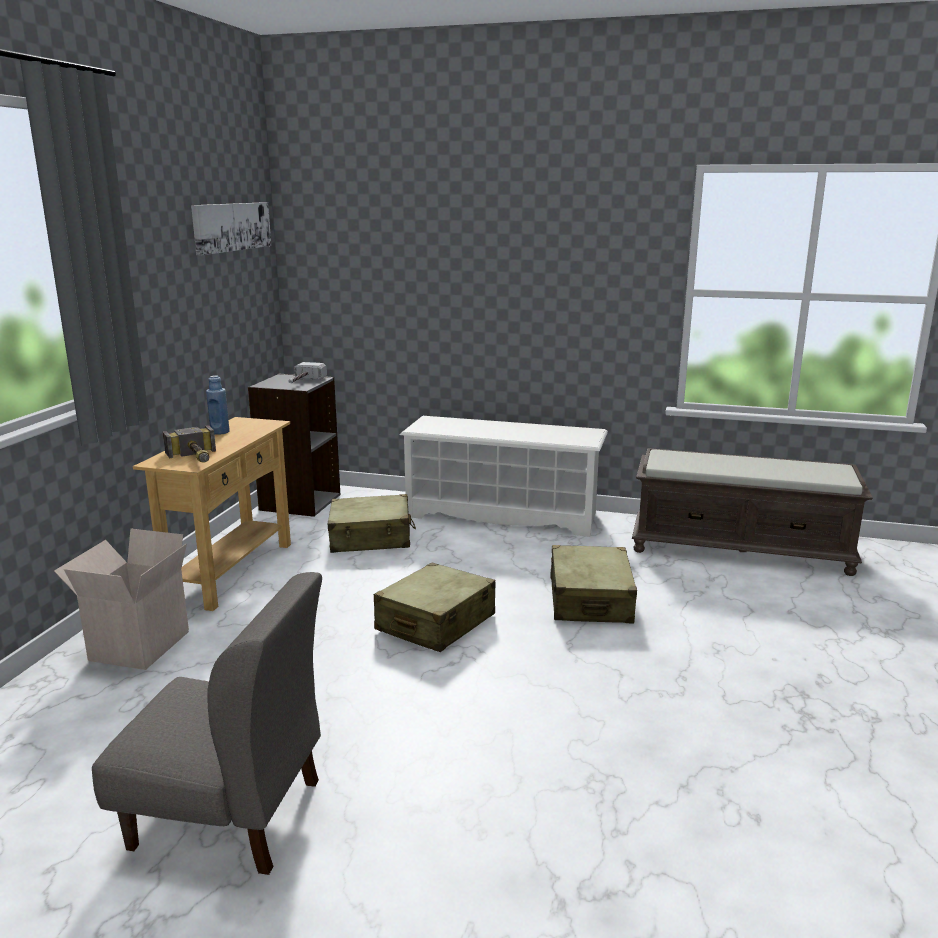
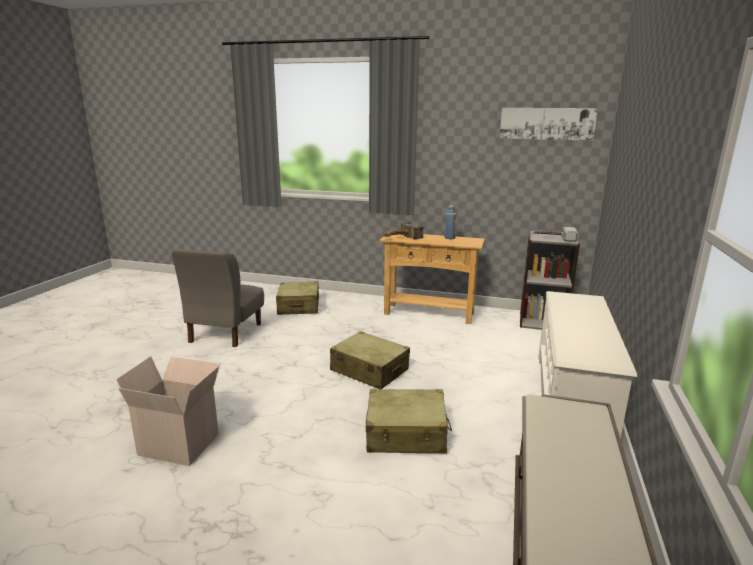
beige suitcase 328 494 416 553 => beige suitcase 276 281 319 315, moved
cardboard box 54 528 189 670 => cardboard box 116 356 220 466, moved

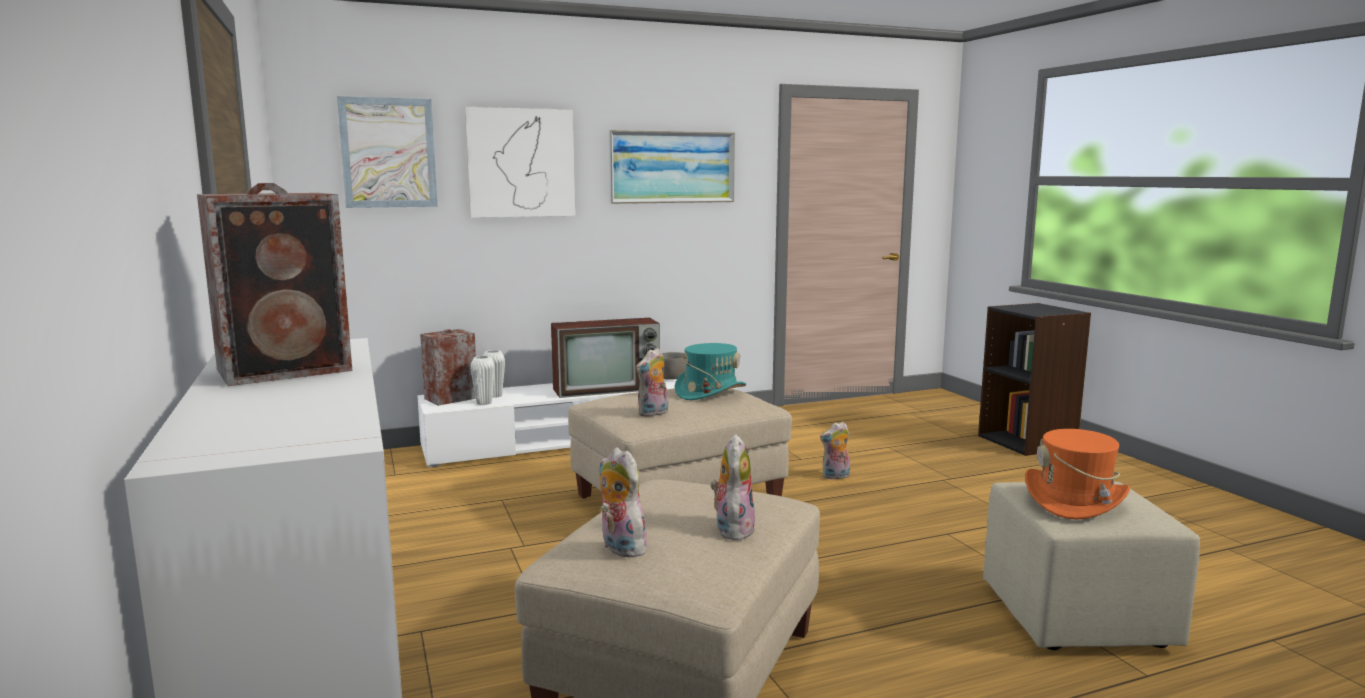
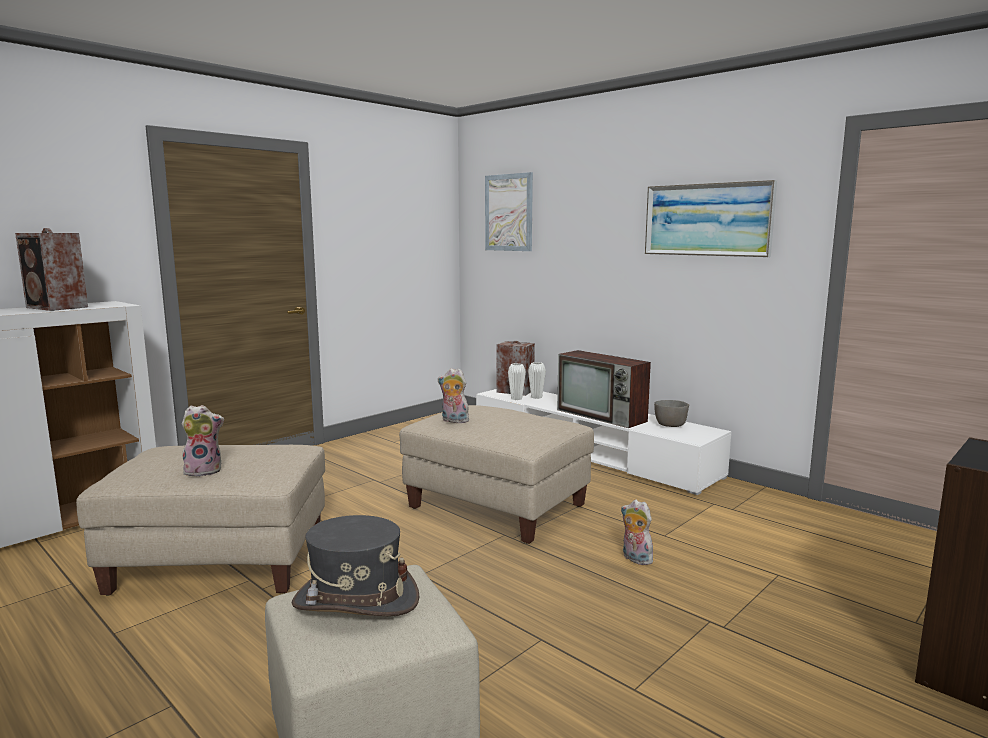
picture 464 107 576 218 => nothing
turquoise hat 675 343 746 400 => nothing
orange hat 1025 429 1130 520 => grey hat 292 515 420 616
plush toy 599 448 652 558 => nothing

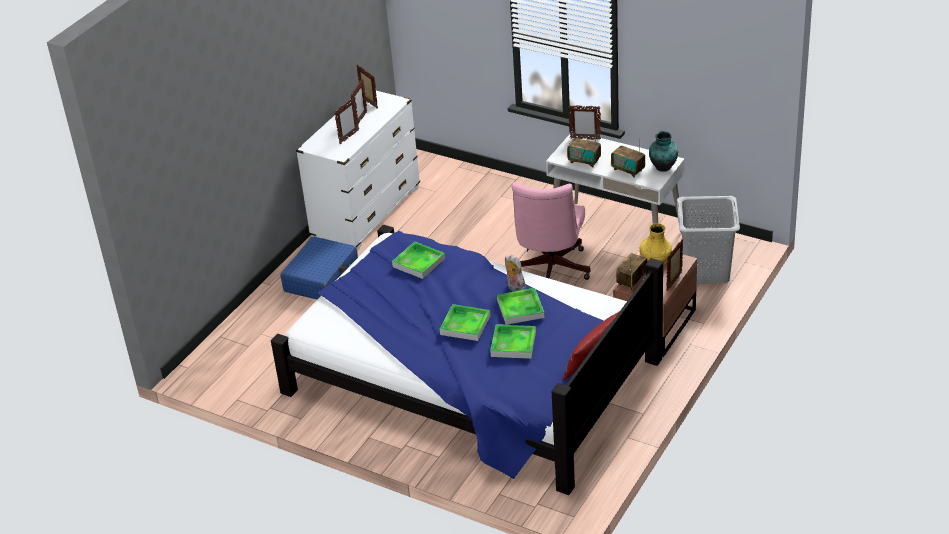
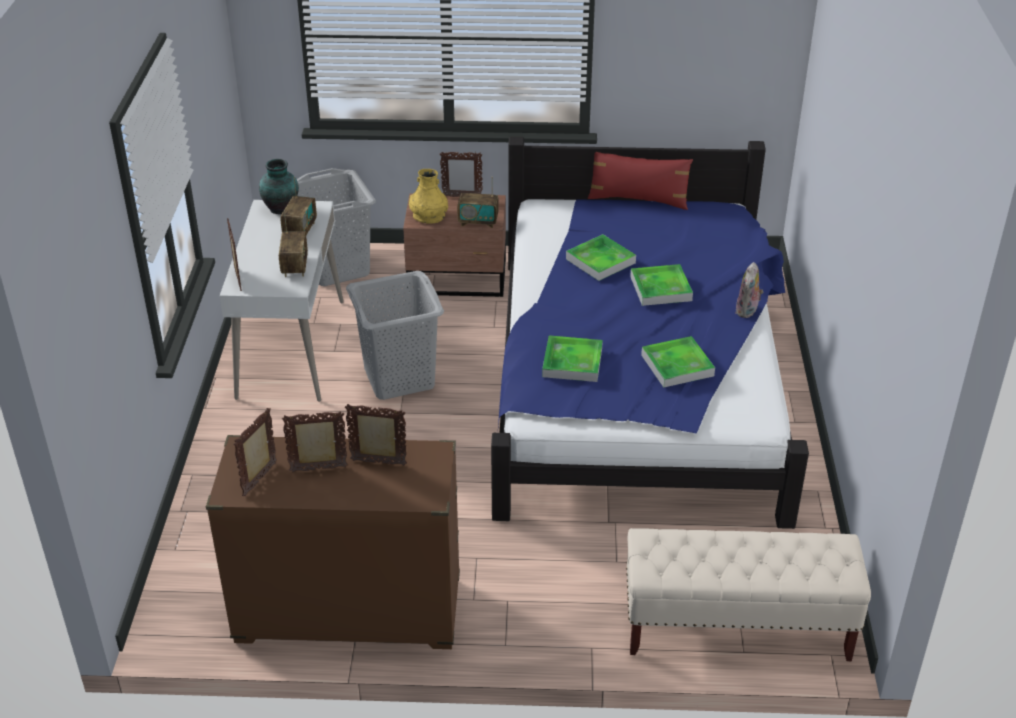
white dresser 296 91 420 250 => brown dresser 206 435 460 649
pink office chair 512 182 590 280 => grey laundry basket 346 271 444 400
blue suitcase 280 236 358 300 => nothing
plush toy 505 255 526 292 => plush toy 735 262 763 318, moved
tray 490 324 536 359 => tray 641 336 715 388, moved
nothing => beige bench 626 528 871 661

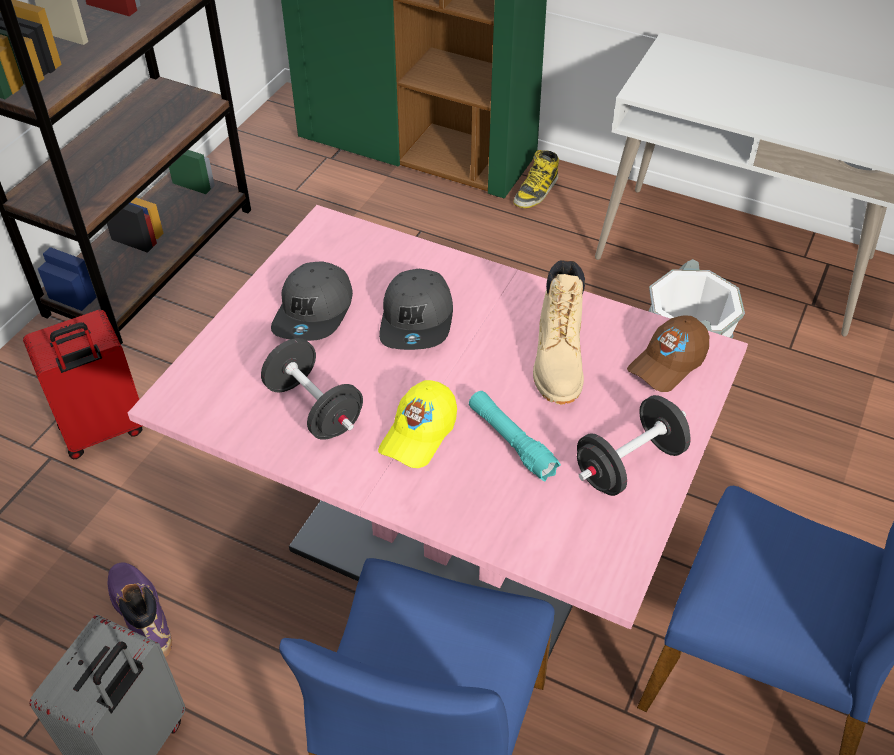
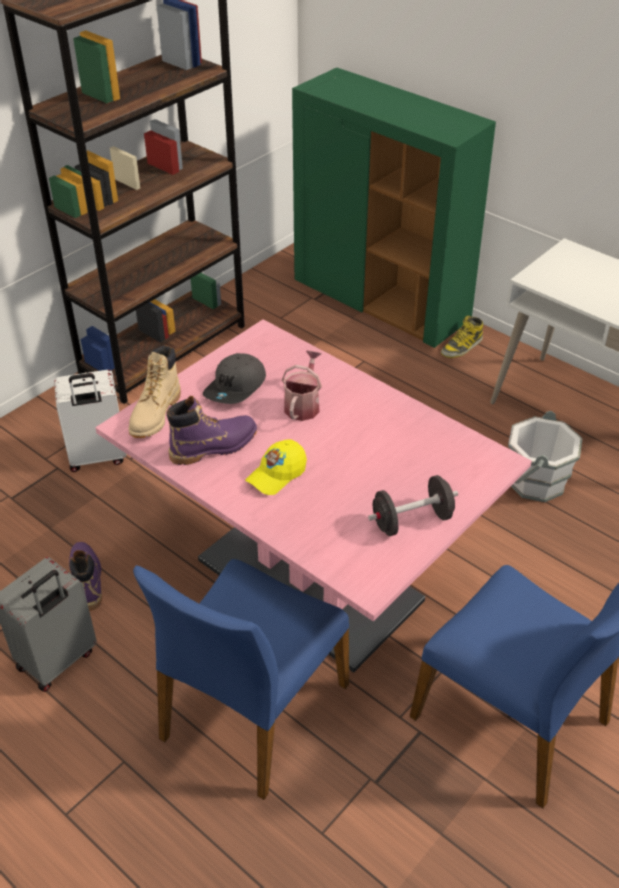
beige boot 533 260 585 404 => beige boot 129 345 181 438, moved
grey cap 379 269 453 350 => watering can 281 350 322 421
red suitcase 23 310 142 459 => white suitcase 54 370 126 472
brown cap 627 315 709 392 => nothing
black dumbbell 261 338 363 440 => purple boot 166 396 257 465
turquoise flashlight 469 391 561 481 => nothing

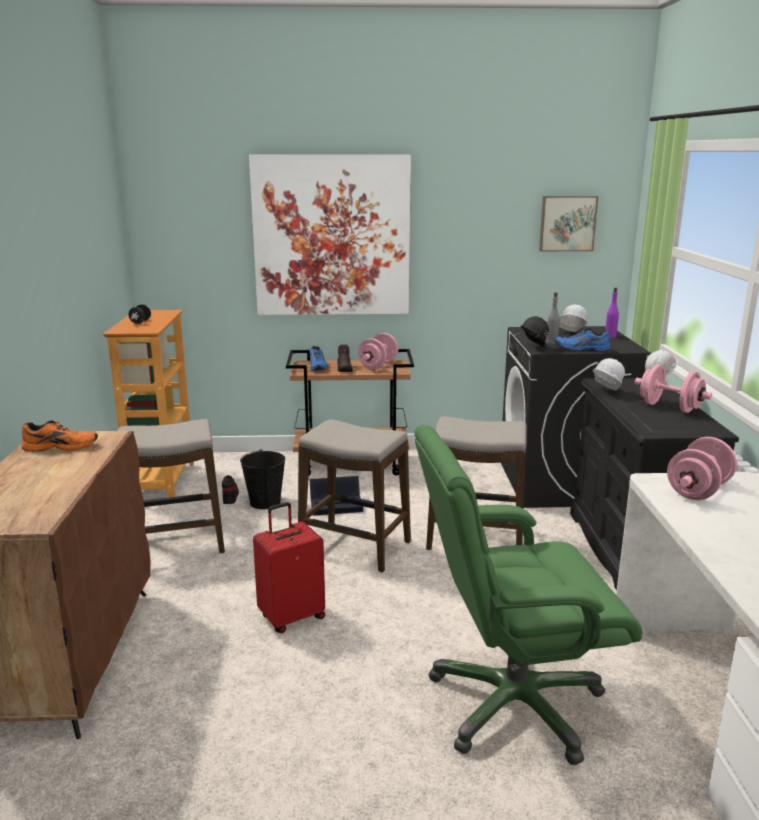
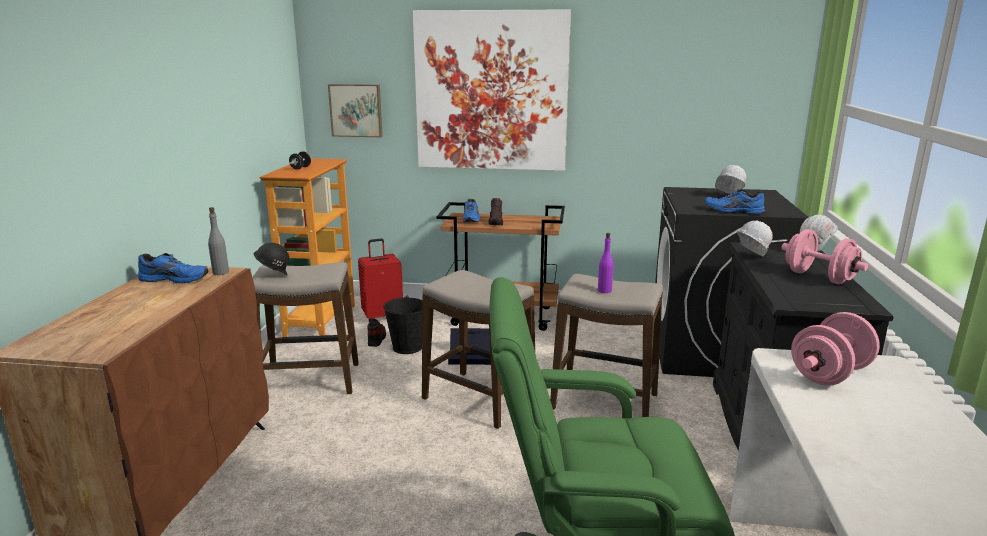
picture 539 196 598 251 => picture 328 84 383 137, moved
purple bottle 605 288 619 338 => purple bottle 598 233 613 293, moved
grey bottle 546 292 560 344 => grey bottle 208 207 229 275, moved
black hard hat 520 316 549 347 => black hard hat 254 243 289 276, moved
pink dumbbell 358 333 398 369 => nothing
orange shoe 21 420 98 451 => blue shoe 138 253 208 283
red suitcase 253 502 325 633 => red suitcase 358 239 403 322, moved

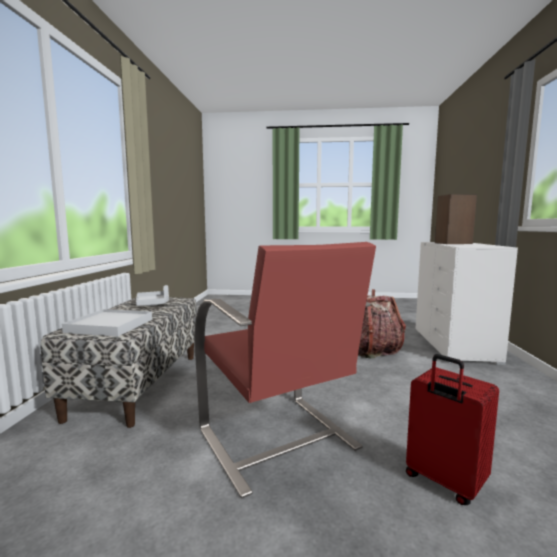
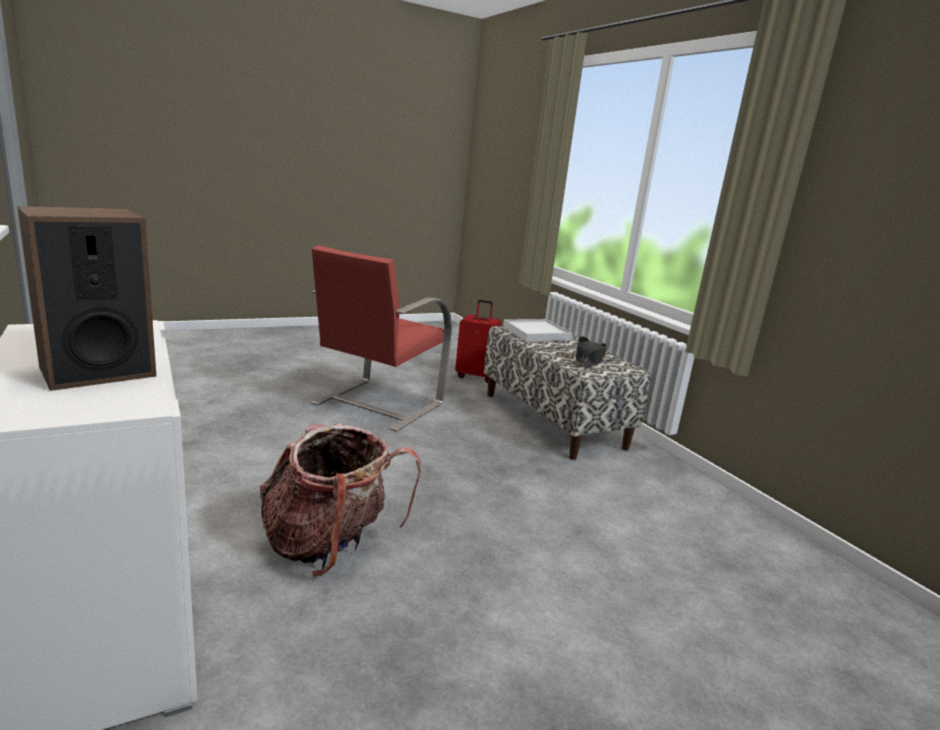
red armchair 194 242 376 498 => red armchair 312 245 452 431, 90 degrees counterclockwise
grey tray 136 285 169 306 => black hat 575 336 607 367
red suitcase 406 354 499 505 => red suitcase 455 300 501 383, moved

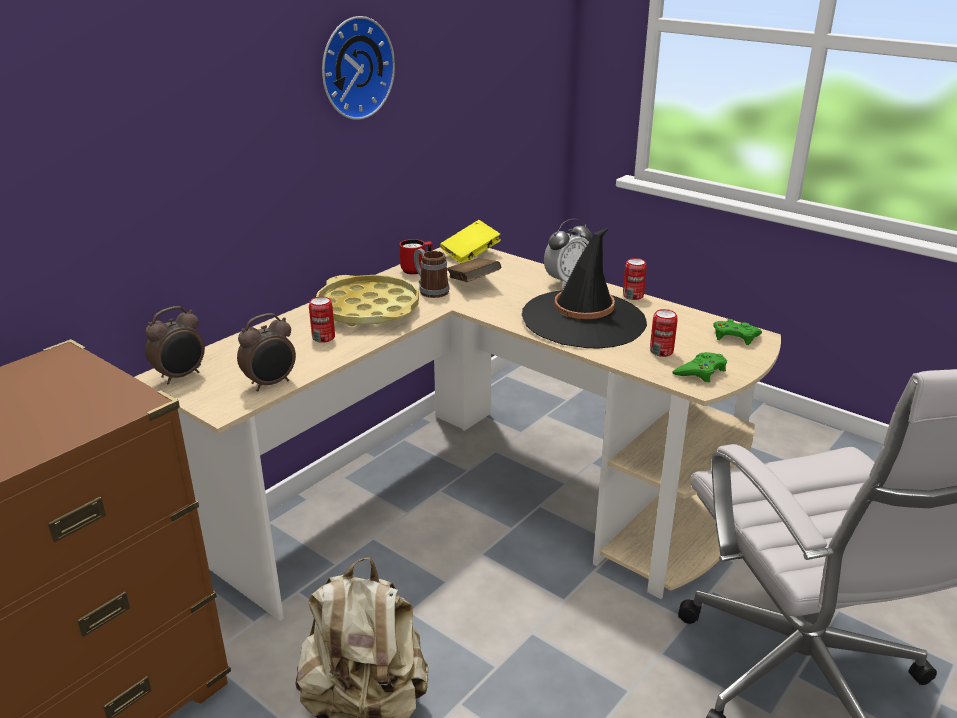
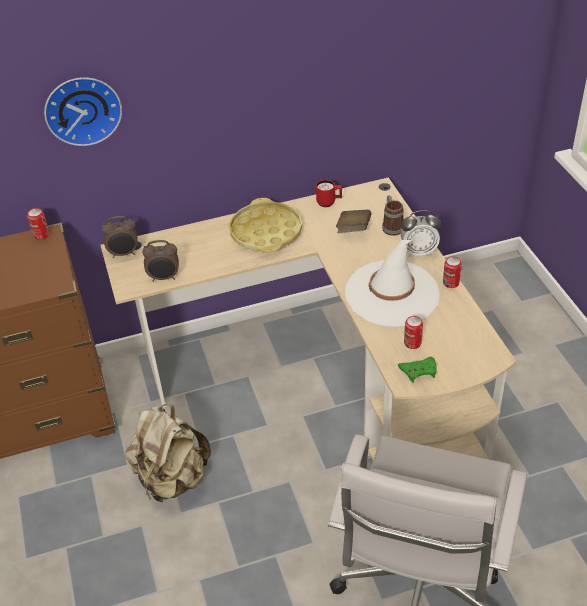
wall clock 322 16 395 120 => wall clock 44 77 122 146, moved
yellow book 440 220 501 263 => nothing
black hat 522 227 647 348 => white hat 345 240 439 327
mug 414 248 450 298 => mug 382 195 404 236, moved
can 309 297 335 343 => can 27 208 49 240, moved
green game controller 713 319 762 345 => nothing

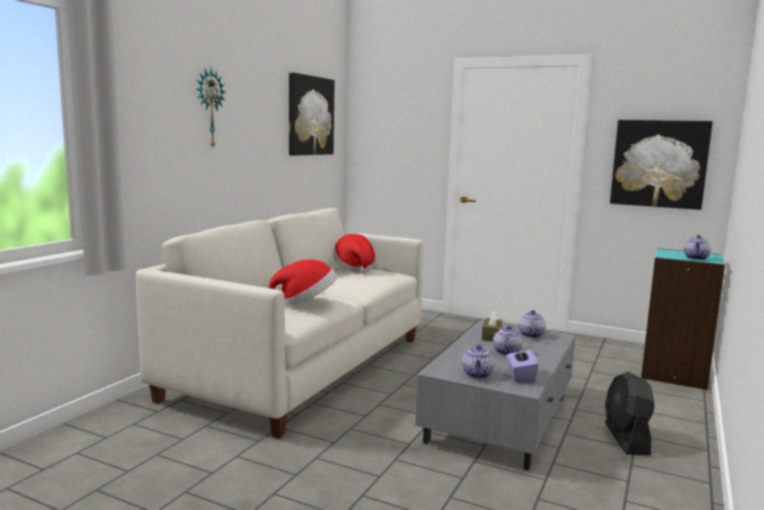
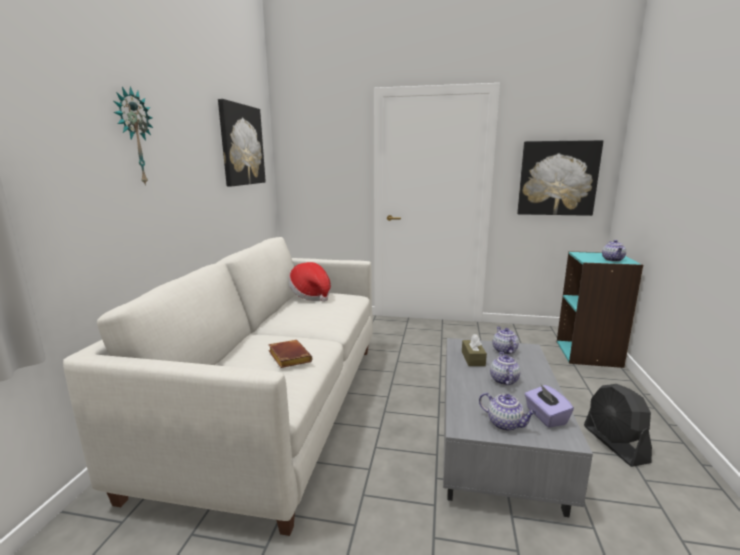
hat 269 259 337 306 => brown book 268 340 312 368
teapot 462 344 494 378 => teapot 479 392 536 431, 45 degrees counterclockwise

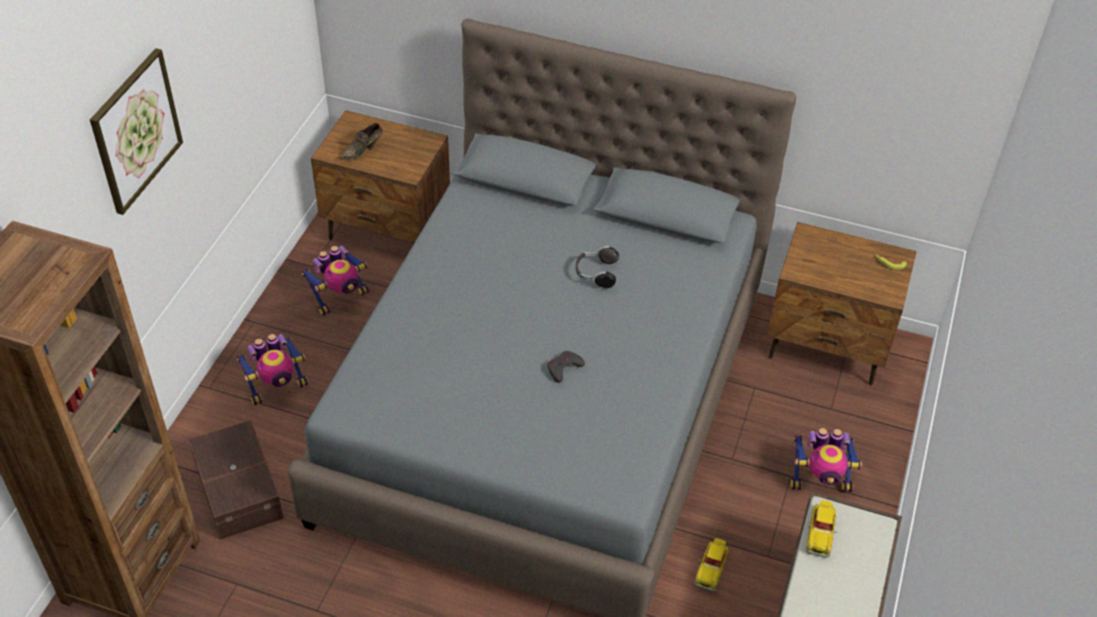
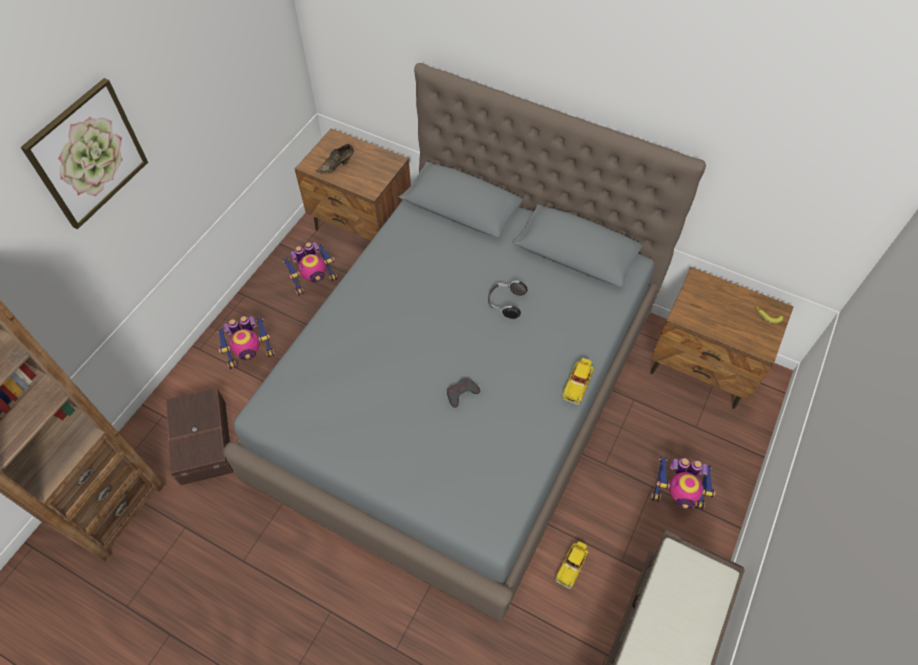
toy car 806 500 837 557 => toy car 562 358 594 406, moved

